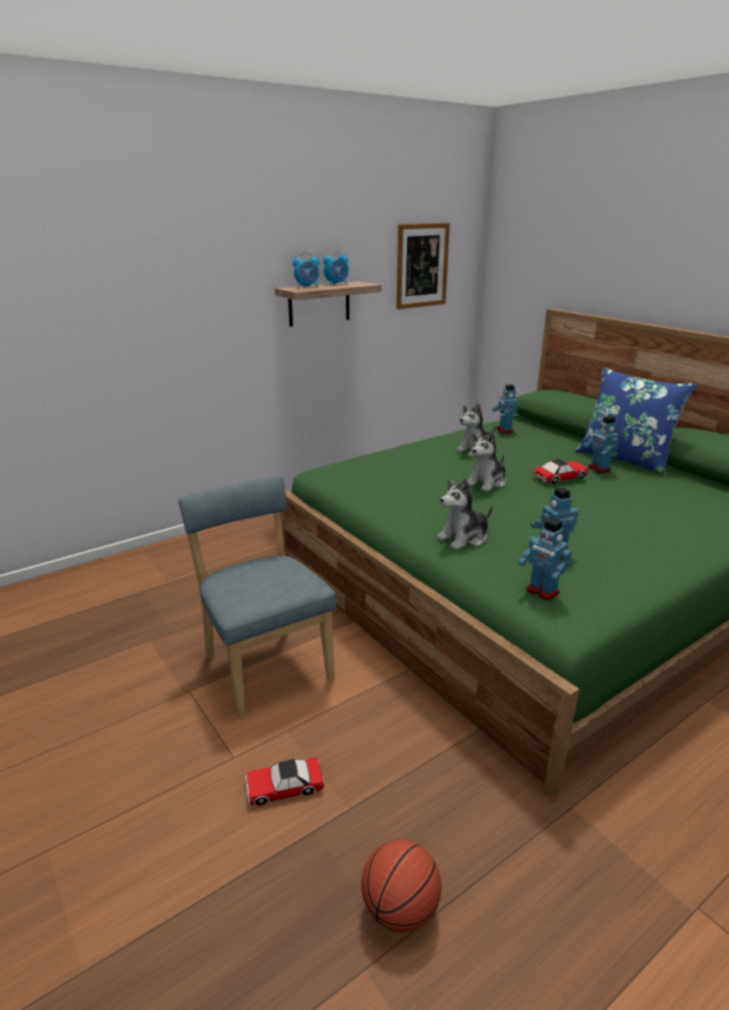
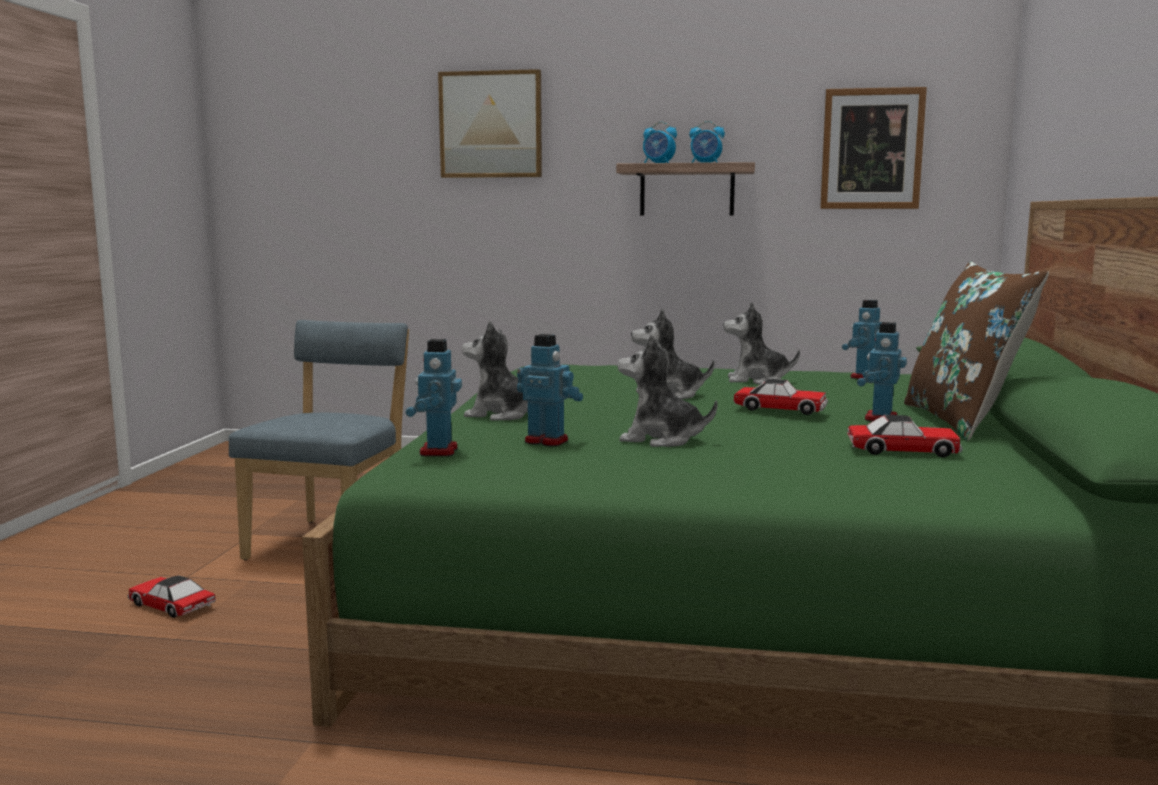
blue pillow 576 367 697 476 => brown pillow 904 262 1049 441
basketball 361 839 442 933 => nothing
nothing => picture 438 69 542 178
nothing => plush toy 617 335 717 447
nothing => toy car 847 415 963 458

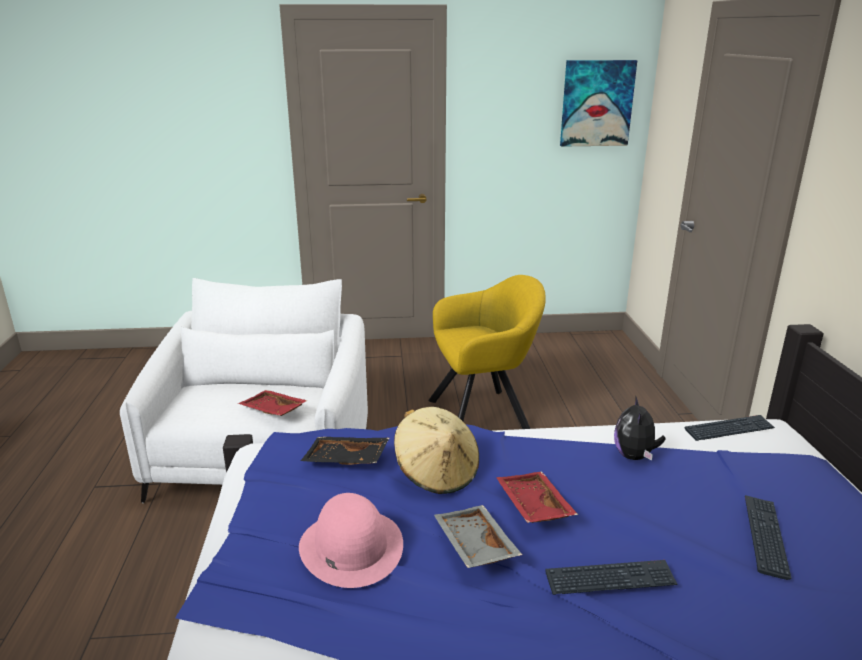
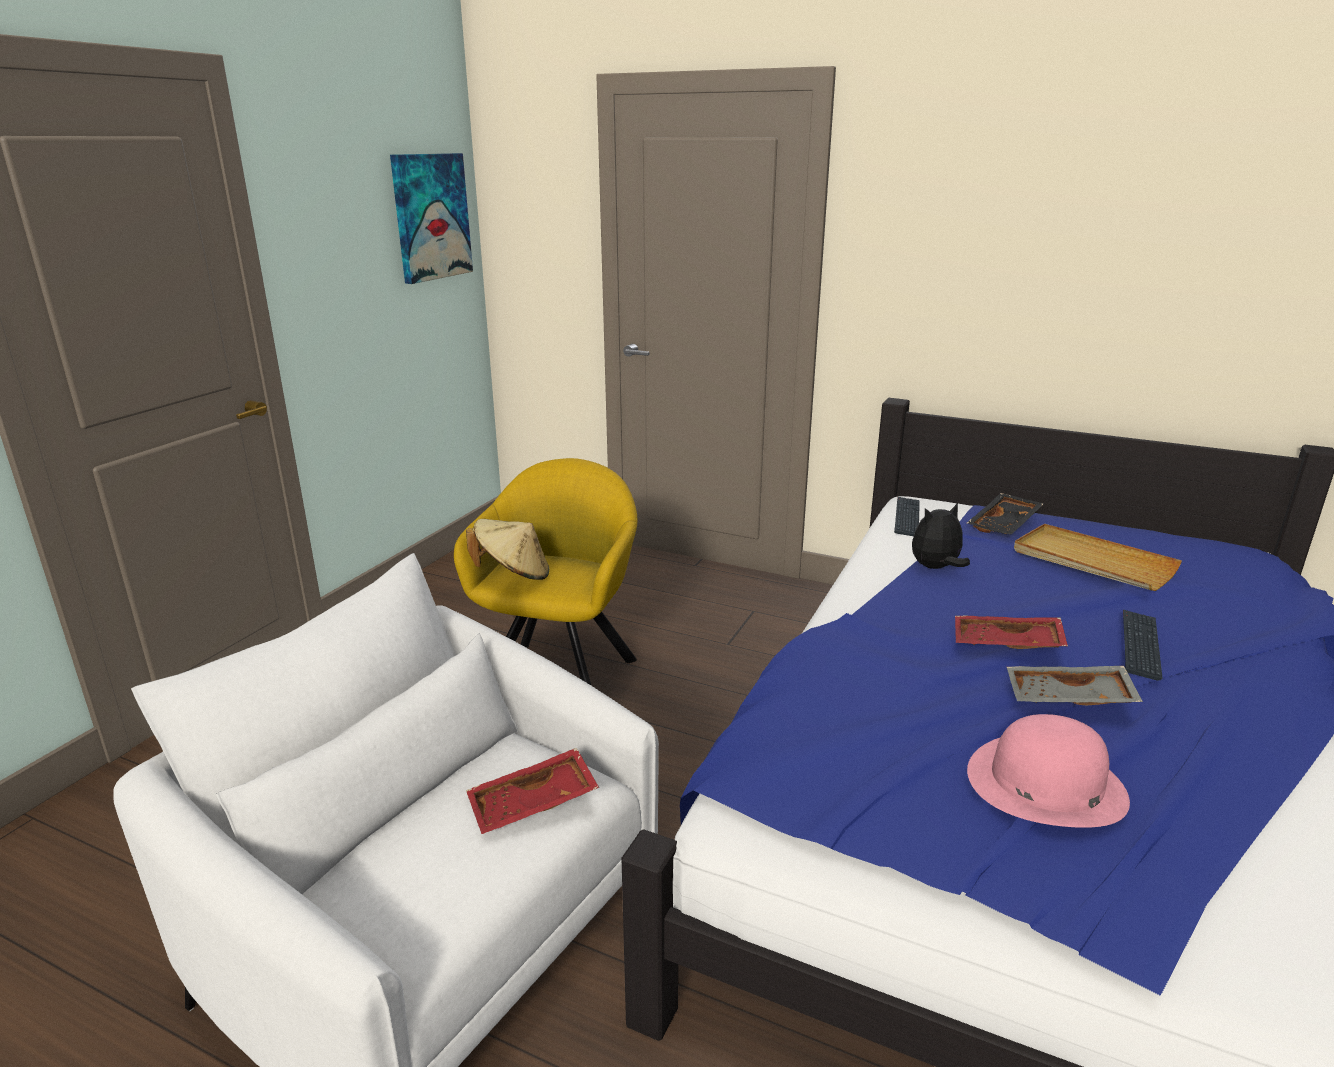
plush toy 614 395 666 461 => plush toy 912 503 970 569, 120 degrees clockwise
beige hat 394 407 479 494 => beige hat 466 519 549 580, moved
black tray 300 437 389 465 => black tray 967 493 1044 535, moved
keyboard 745 495 792 580 => beige tray 1014 524 1182 591

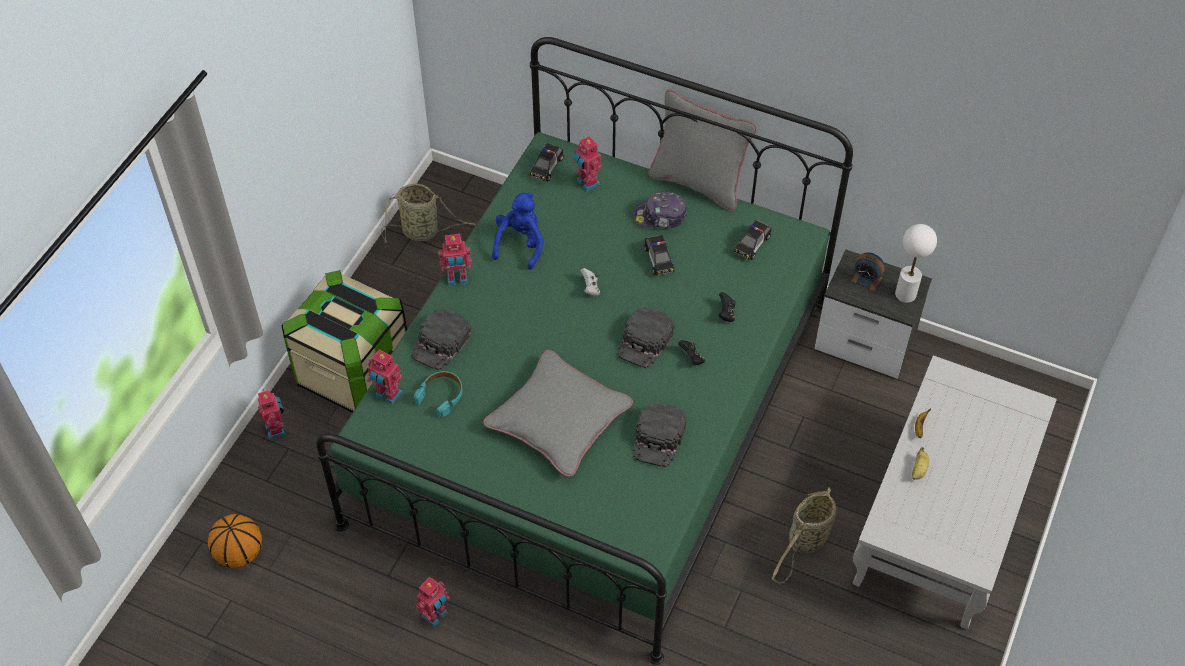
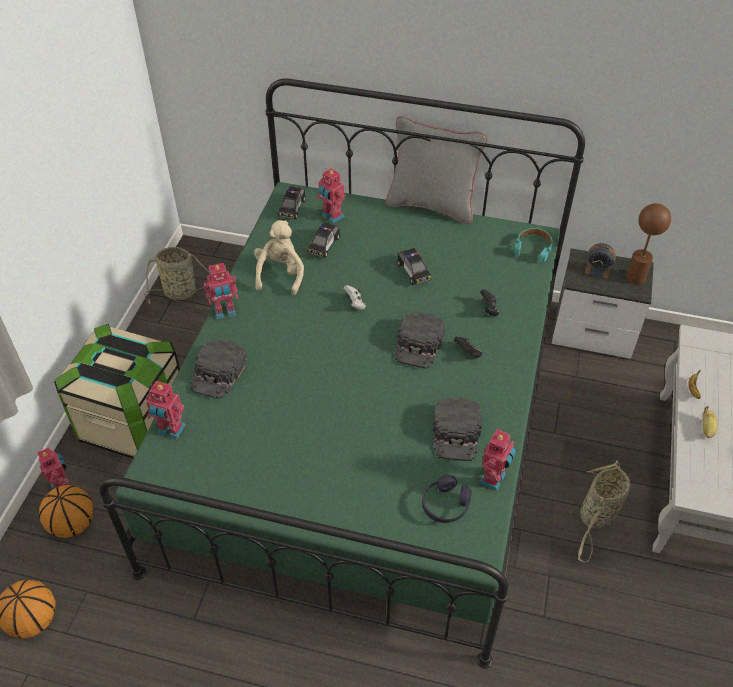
cap 633 192 687 228 => nothing
blue plush toy 492 193 544 270 => beige plush toy 254 220 304 295
toy car 734 220 772 260 => toy car 307 222 340 258, moved
white table lamp 895 224 937 303 => brown table lamp 626 203 671 285
grey pillow 483 350 633 477 => nothing
turquoise headphones 414 371 462 417 => turquoise headphones 514 228 553 263, moved
toy robot 416 577 451 627 => toy robot 479 429 516 491, moved
nothing => purple headphones 422 475 472 523
nothing => basketball 39 485 94 538

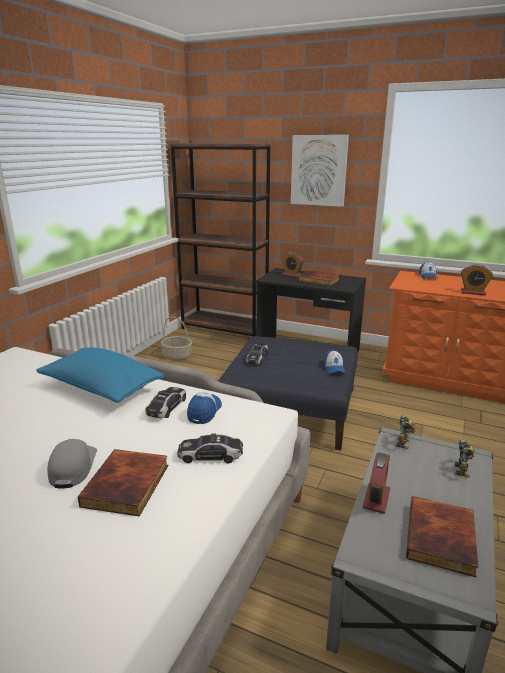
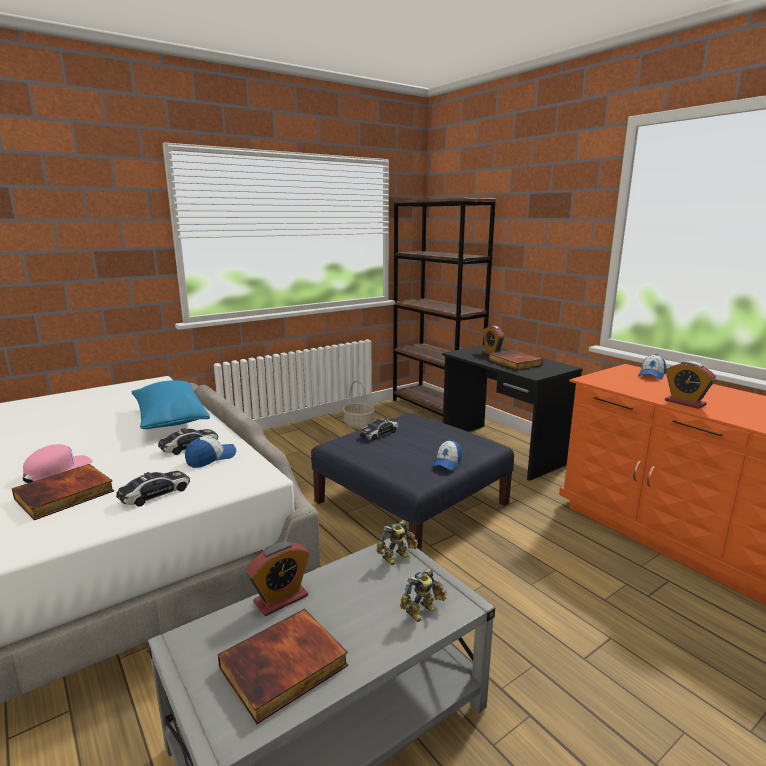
picture 291 135 349 207 => nothing
toy car 177 433 243 463 => toy car 116 471 190 507, 105 degrees clockwise
grey cap 47 439 97 489 => pink cap 23 444 93 483

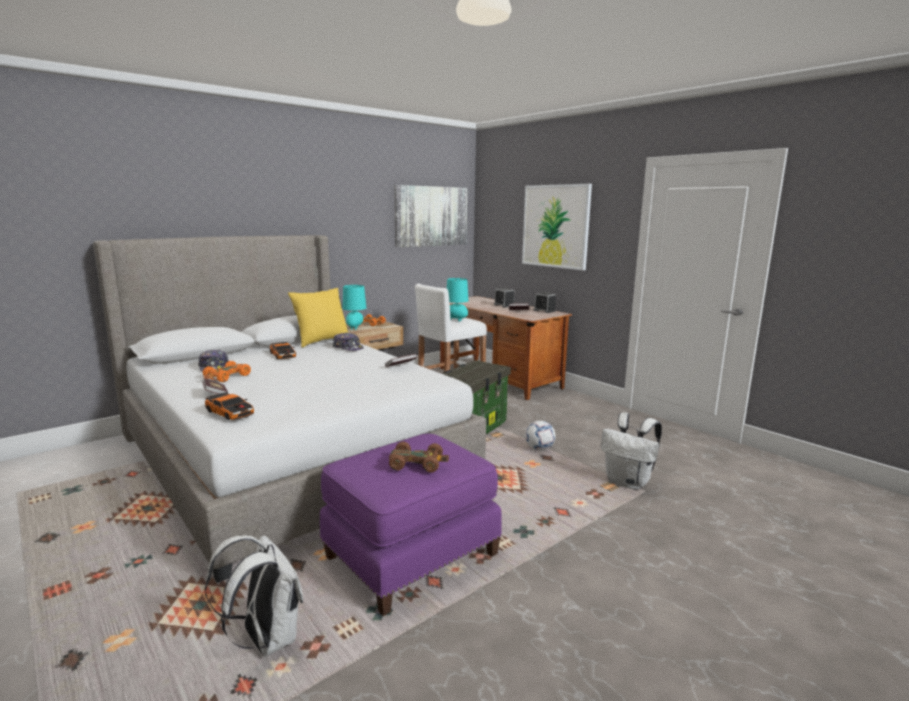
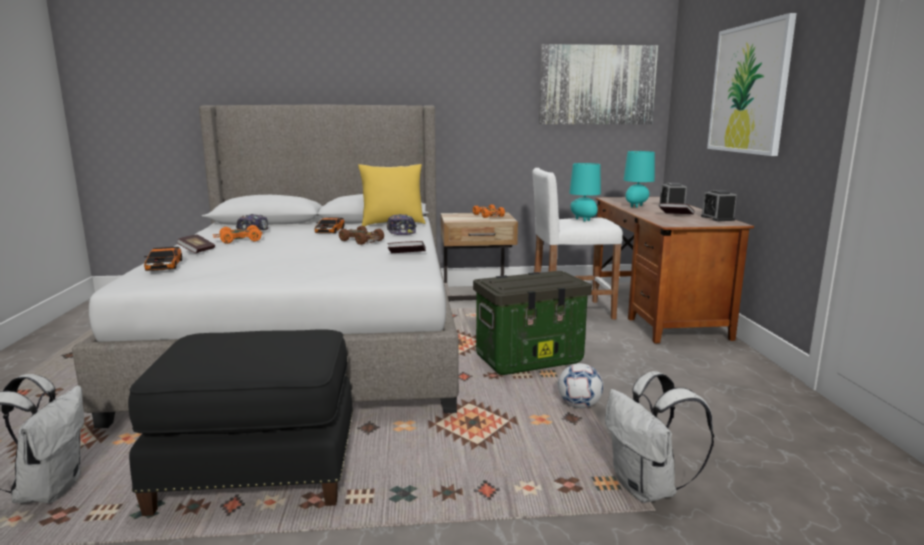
turquoise table lamp 342 285 366 330 => turquoise table lamp 623 151 655 208, moved
purple ottoman 320 433 502 616 => black ottoman 128 330 353 516
brown toy car 389 442 449 472 => brown toy car 339 226 384 245, moved

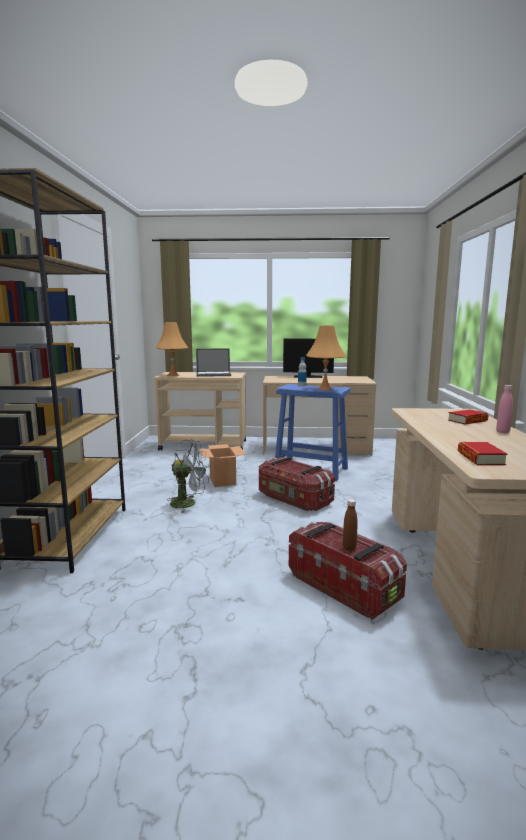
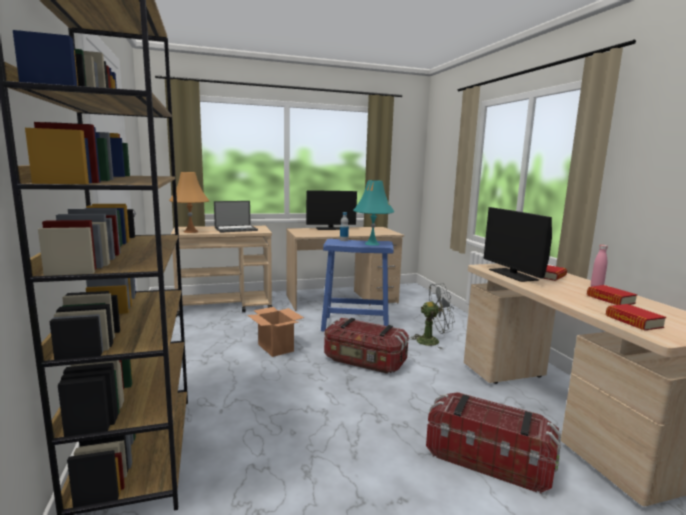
orange table lamp 306 325 347 390 => turquoise table lamp 353 180 394 246
grey fan 167 440 209 513 => grey fan 409 283 455 349, moved
brown bottle 343 499 358 551 => nothing
nothing => monitor 483 207 552 282
nothing => book 587 285 637 305

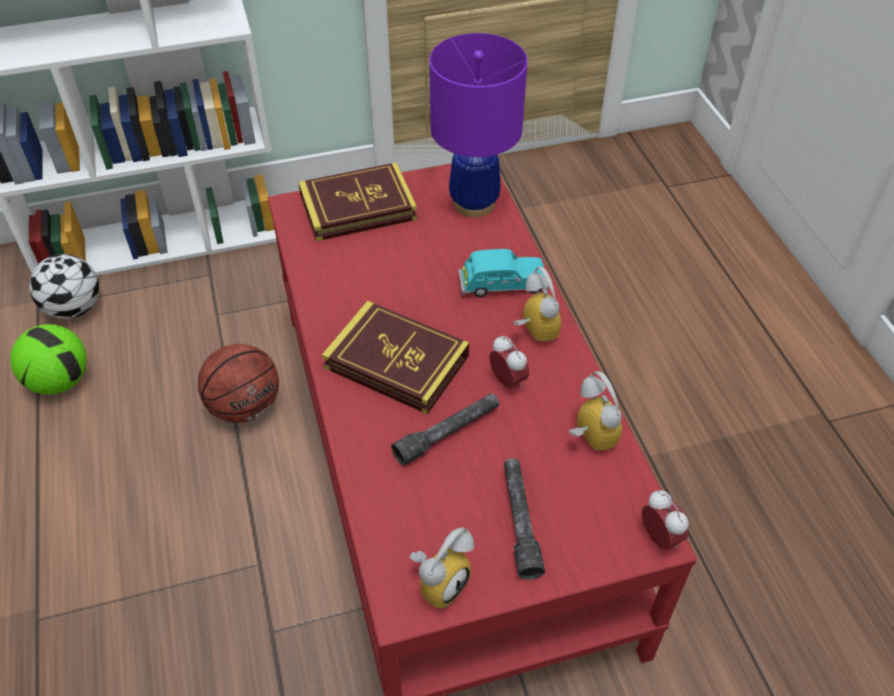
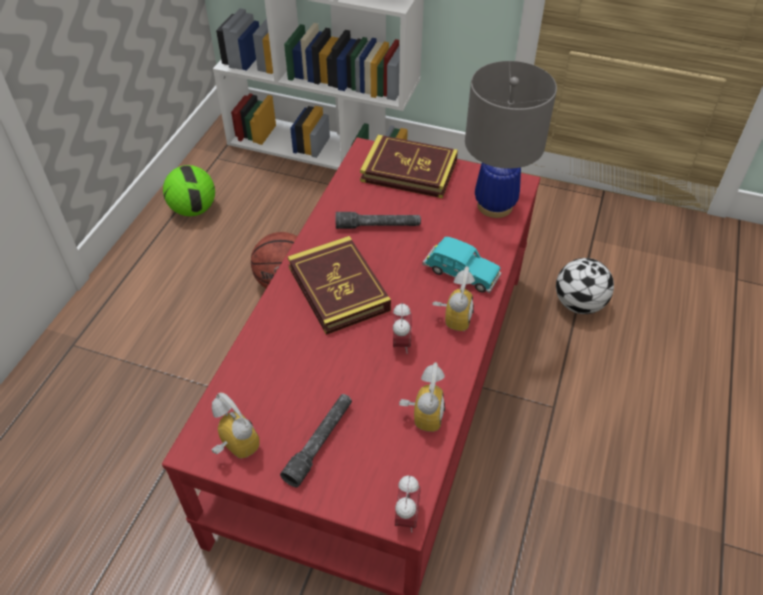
purple table lamp 429 33 528 217 => grey table lamp 465 61 557 218
football 29 254 99 319 => football 556 258 614 314, moved
grey flashlight 391 393 499 466 => grey flashlight 336 212 421 229, moved
alarm clock 410 528 474 609 => alarm clock 211 392 260 459, 120 degrees counterclockwise

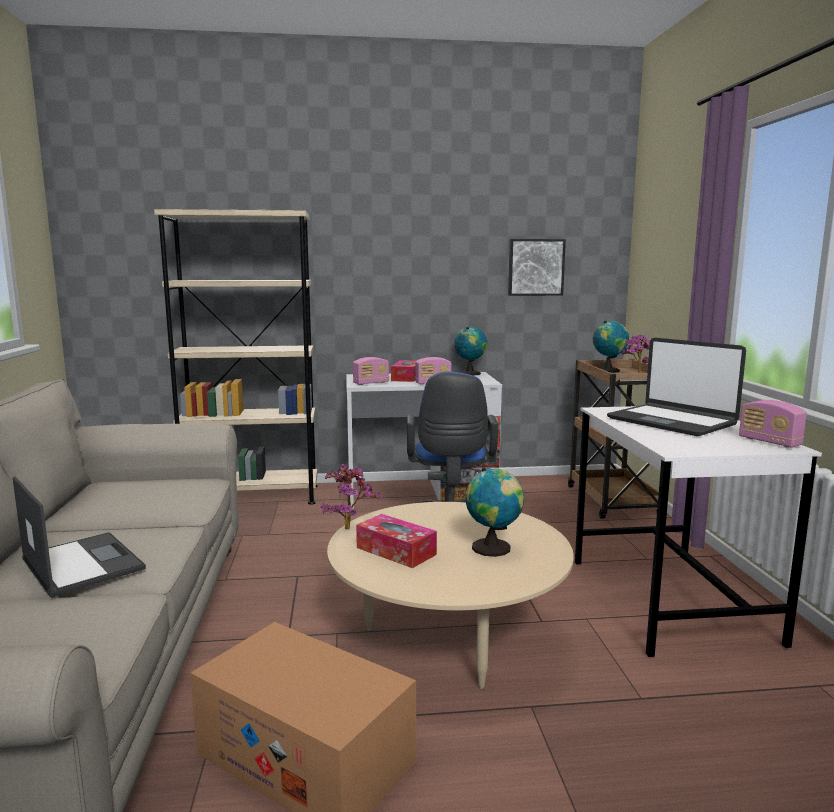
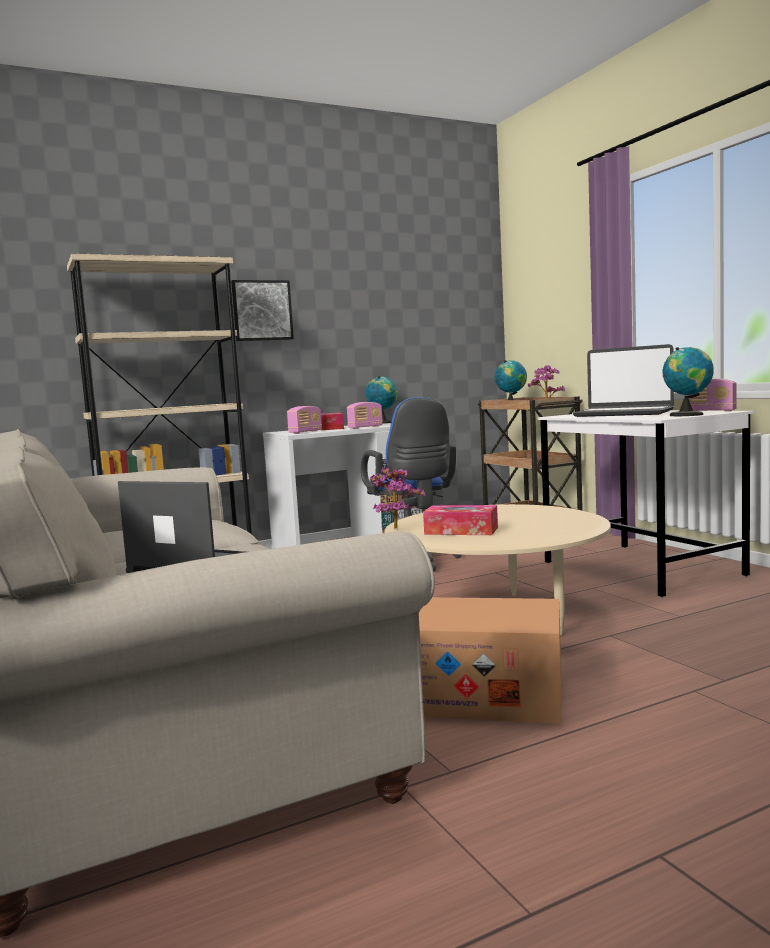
picture 508 239 566 296 => picture 231 280 294 341, moved
globe 466 468 524 557 => globe 663 347 714 416, moved

